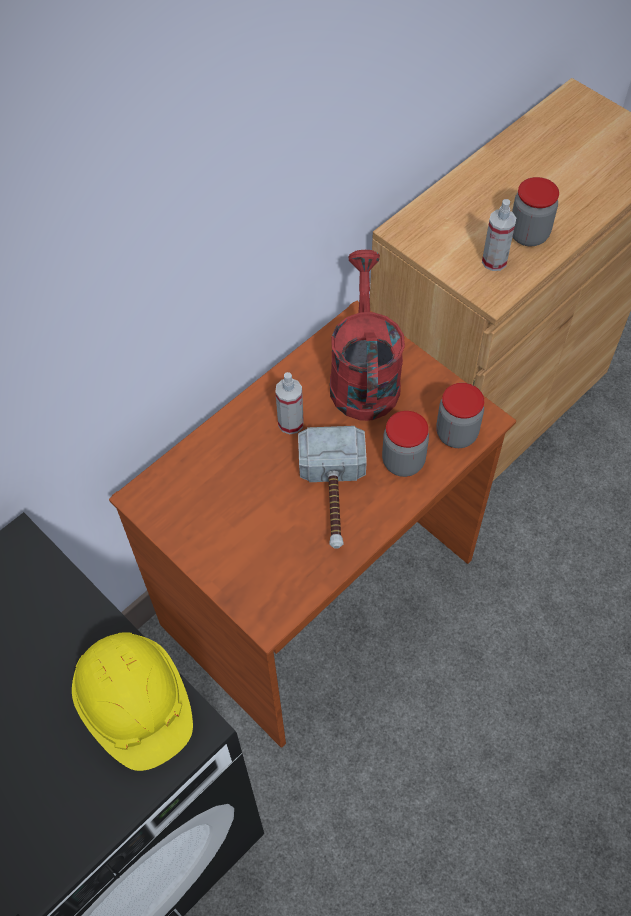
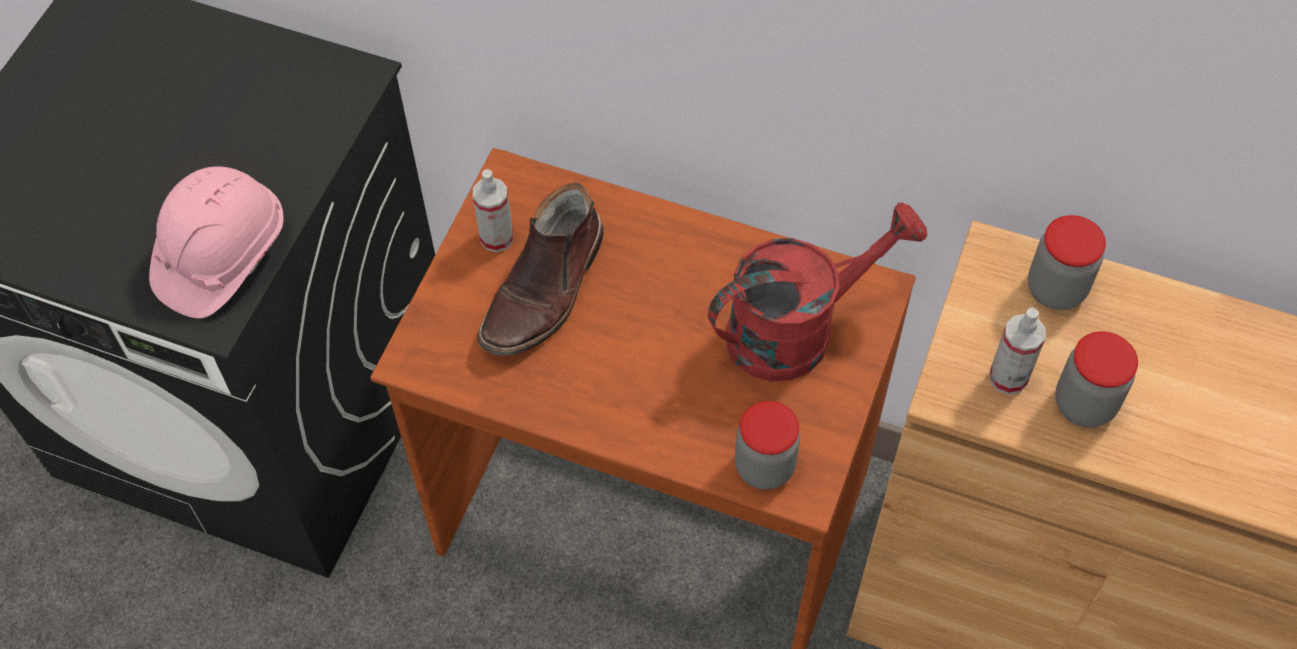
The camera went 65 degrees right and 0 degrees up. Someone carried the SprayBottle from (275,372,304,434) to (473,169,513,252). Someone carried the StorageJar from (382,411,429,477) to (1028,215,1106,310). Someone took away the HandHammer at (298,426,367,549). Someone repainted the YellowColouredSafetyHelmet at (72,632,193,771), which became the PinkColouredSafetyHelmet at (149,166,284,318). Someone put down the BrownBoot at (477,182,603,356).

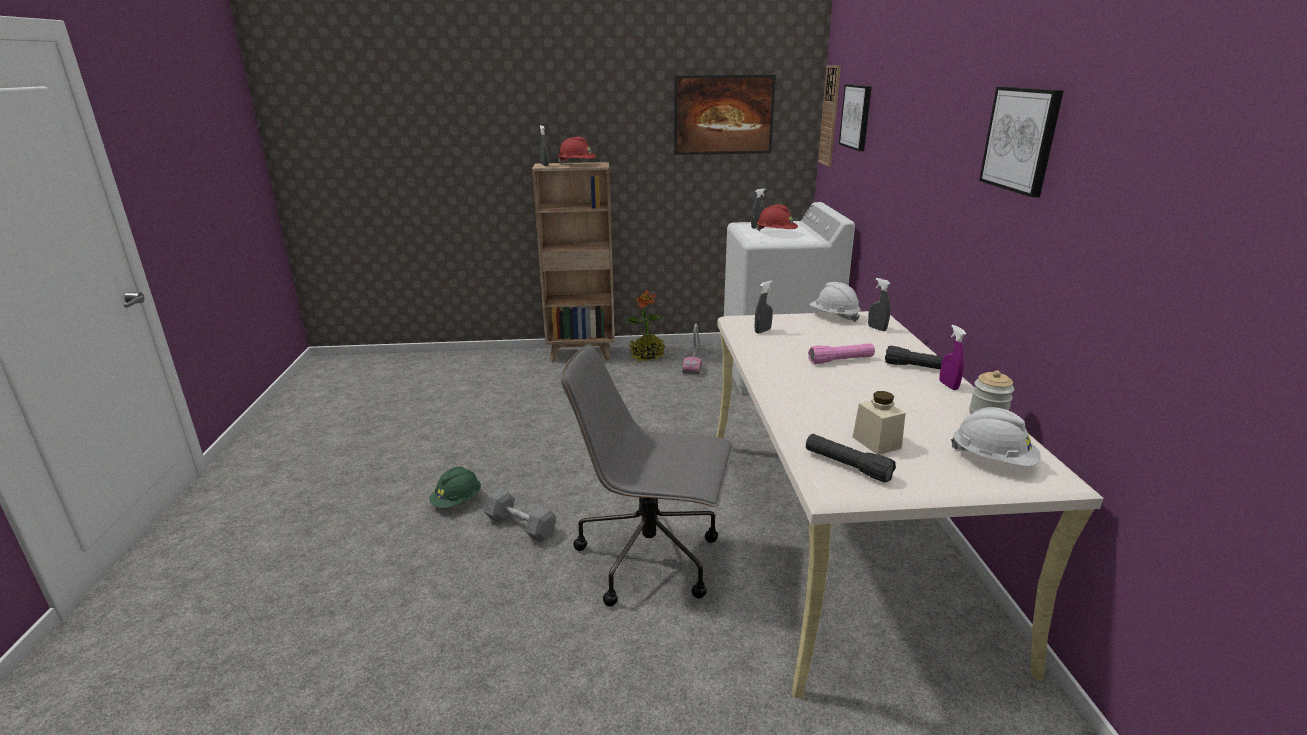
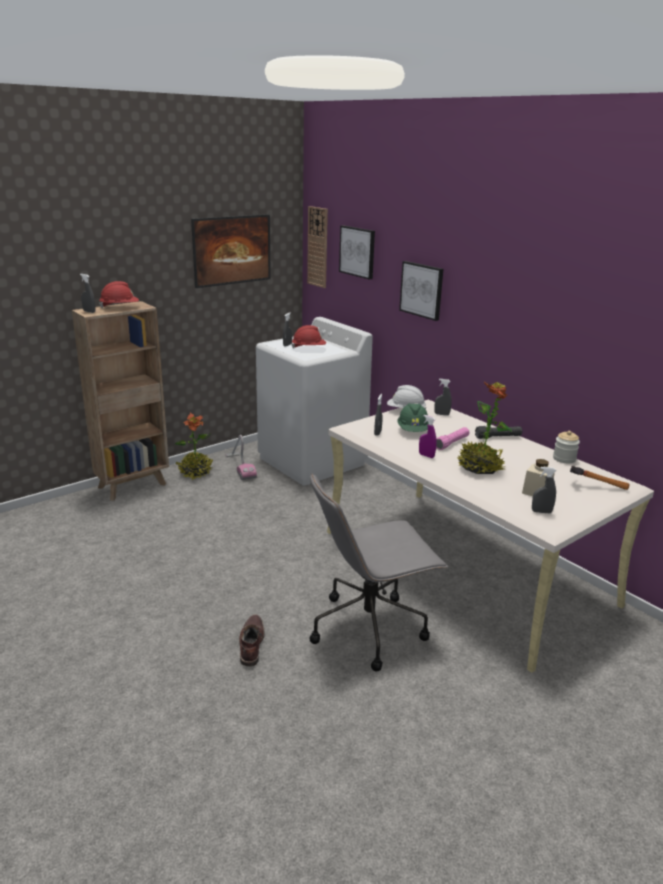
The camera went 35 degrees left and 0 degrees up. Someone carried the WallPicture from (979,87,1063,197) to (399,261,443,321). Someone carried the PurpleColouredSprayBottle from (940,325,966,390) to (419,415,437,458). Someone swapped the WhitishSafetyHelmet at (951,407,1041,467) for the HandHammer at (570,466,630,490). Someone swapped the BlackHandTorch at (806,434,896,483) for the GraySprayBottle at (532,467,556,513). Someone carried the GreenColouredSafetyHelmet from (429,467,481,508) to (397,403,429,432). Someone swapped the GrayHandWeight at (484,488,557,542) for the BrownBoot at (239,615,265,666). Someone put down the Houseplant at (457,382,512,474).

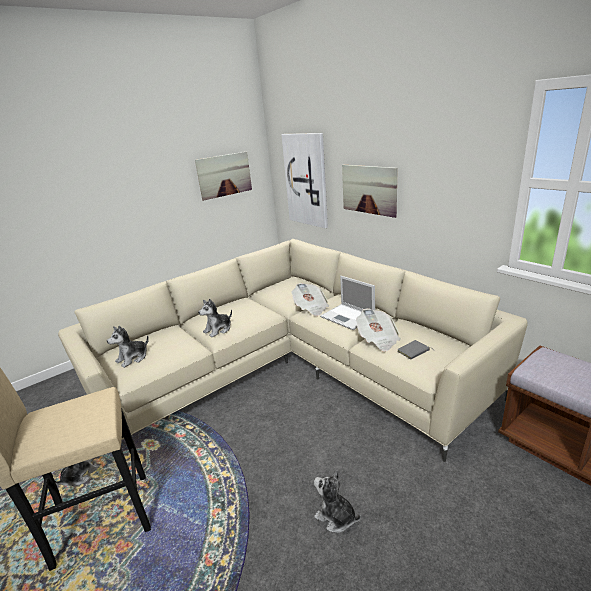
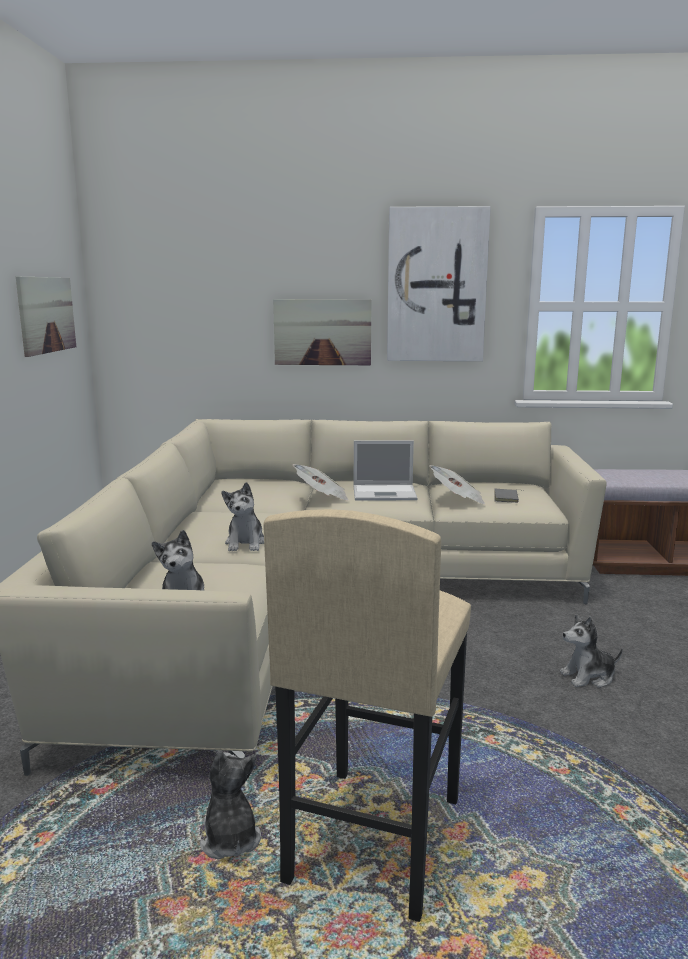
The camera went 50 degrees left and 10 degrees down. Someone carried the WallPicture from (281,133,328,228) to (387,206,491,361).

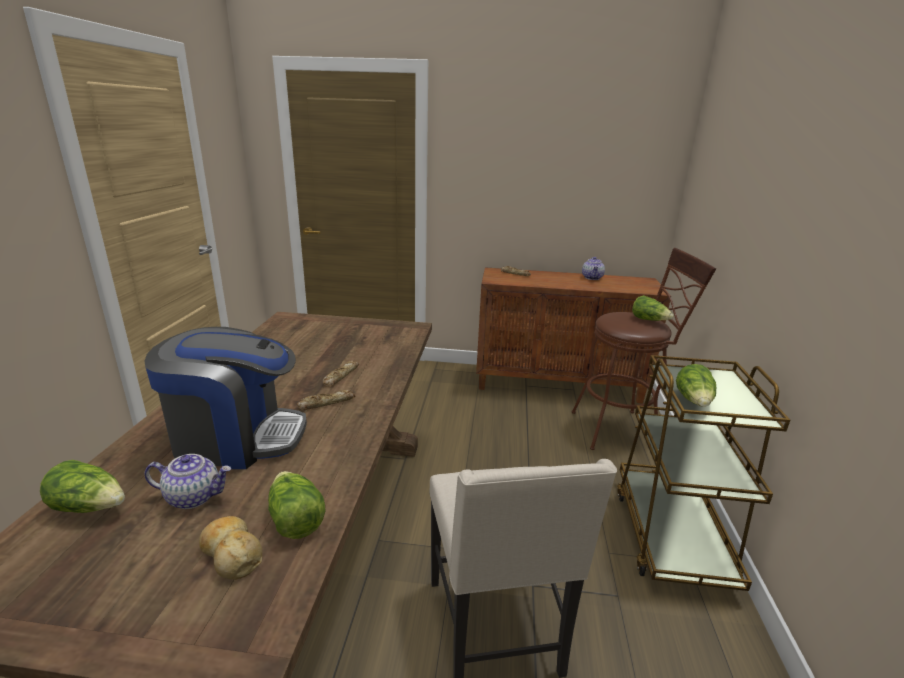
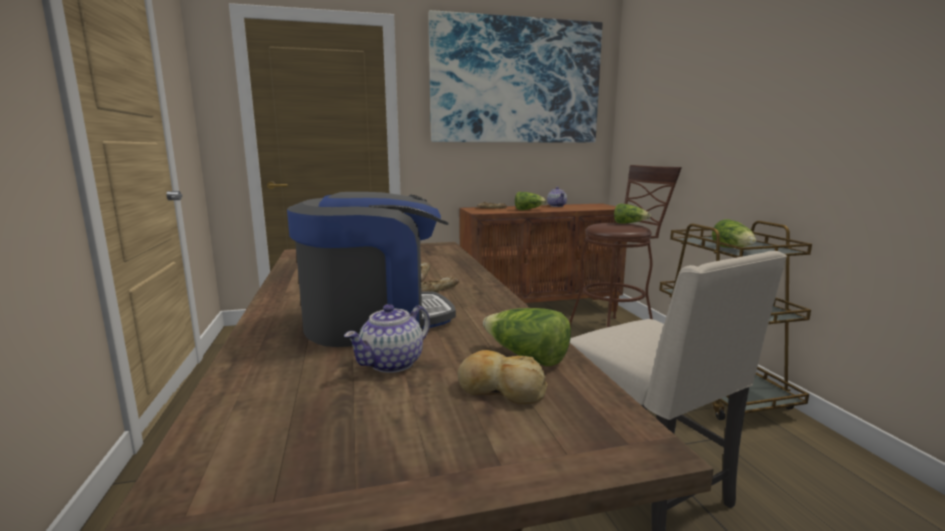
The camera went 20 degrees left and 10 degrees down. Someone rotated the TeaPot at (145,454,232,509) by 150 degrees clockwise. Someone carried the LettuceHead from (40,460,125,513) to (515,192,547,210). Someone put up the WallPicture at (429,10,603,143).

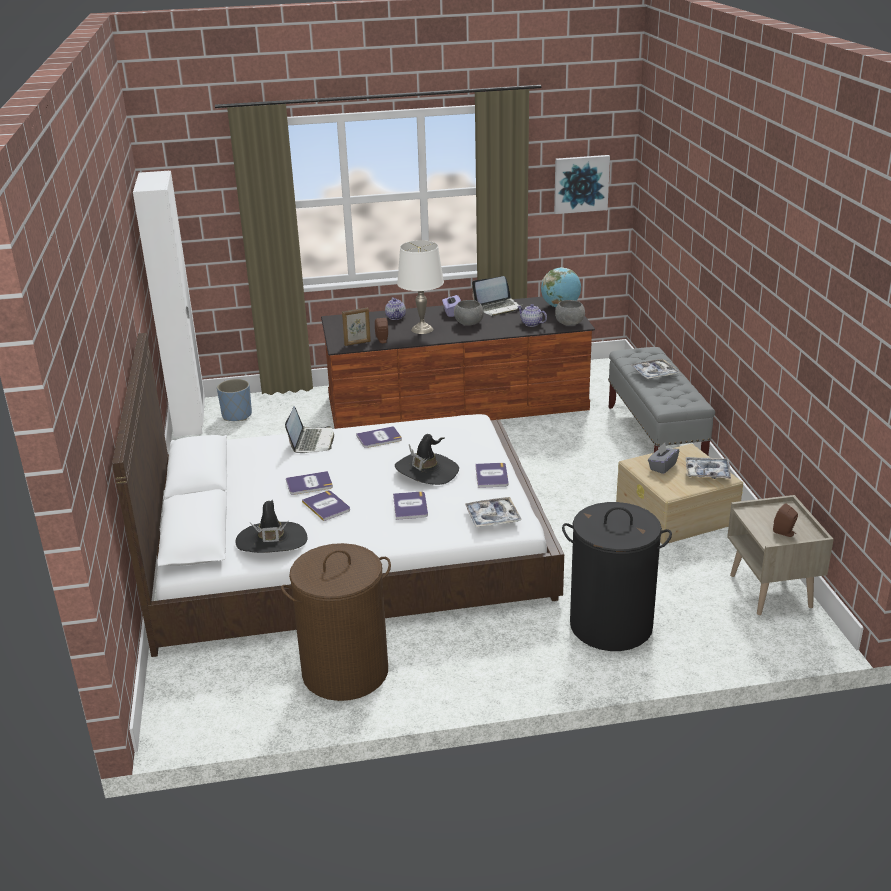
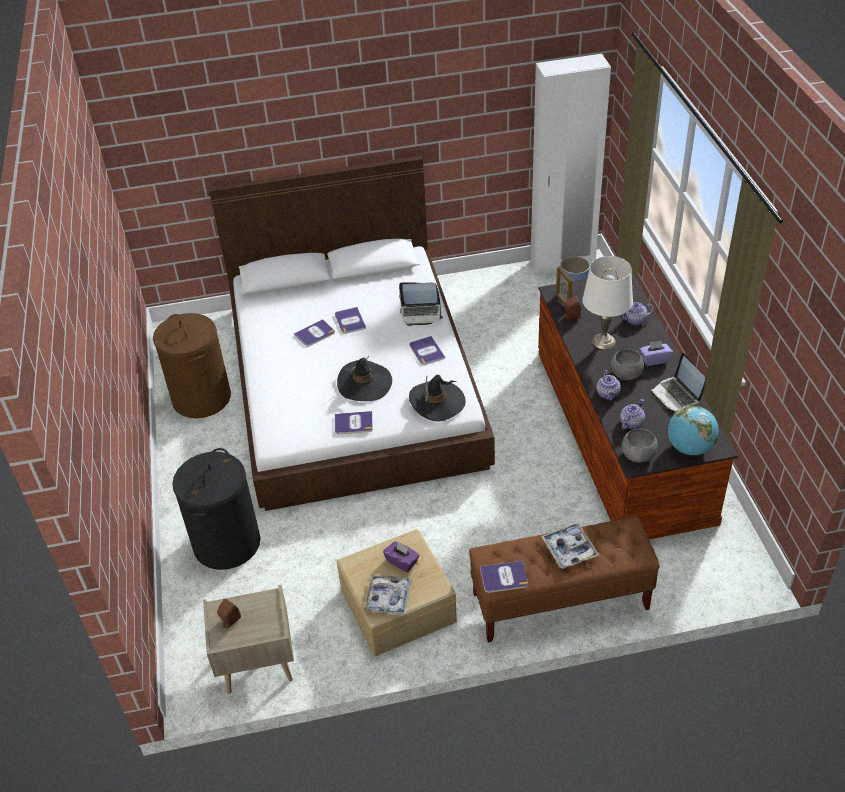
The camera went 90 degrees right and 15 degrees up. Someone took away the WallPicture at (554,155,610,214). Someone repainted the GrayLongSeat at (608,347,715,455), which became the BrownLongSeat at (469,516,659,643). Someone repainted the GrayTissueHolder at (648,443,679,474), which became the PurpleColouredTissueHolder at (383,541,419,572). Someone carried the Volume from (393,491,428,520) to (480,561,528,593). Someone took away the CarryingTray at (465,497,522,527). Someone carried the BlackClothingHat from (236,500,307,553) to (409,375,466,422). Someone put down the TeaPot at (596,370,621,400).

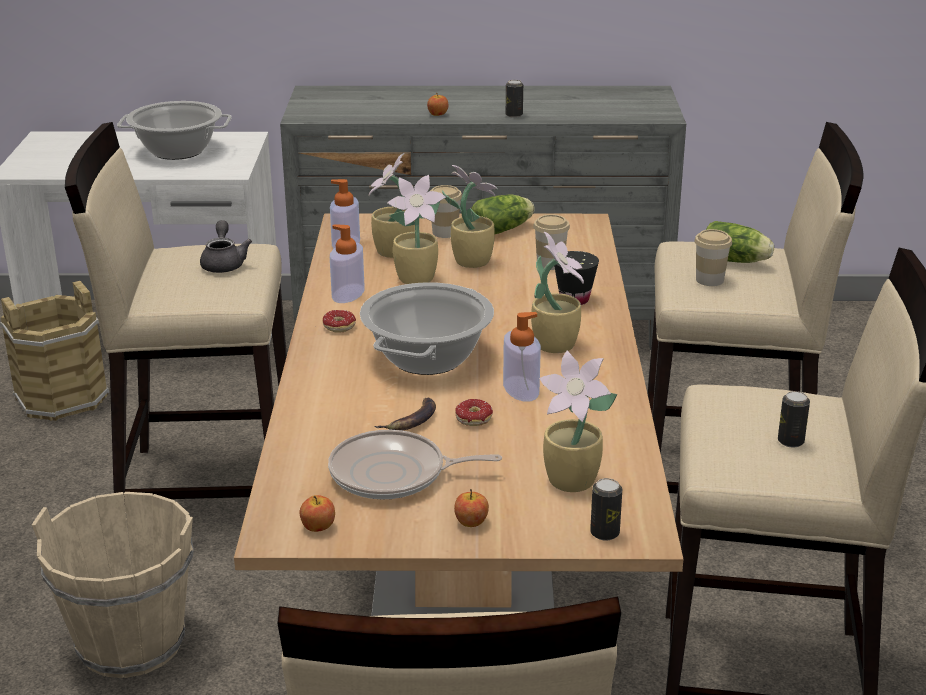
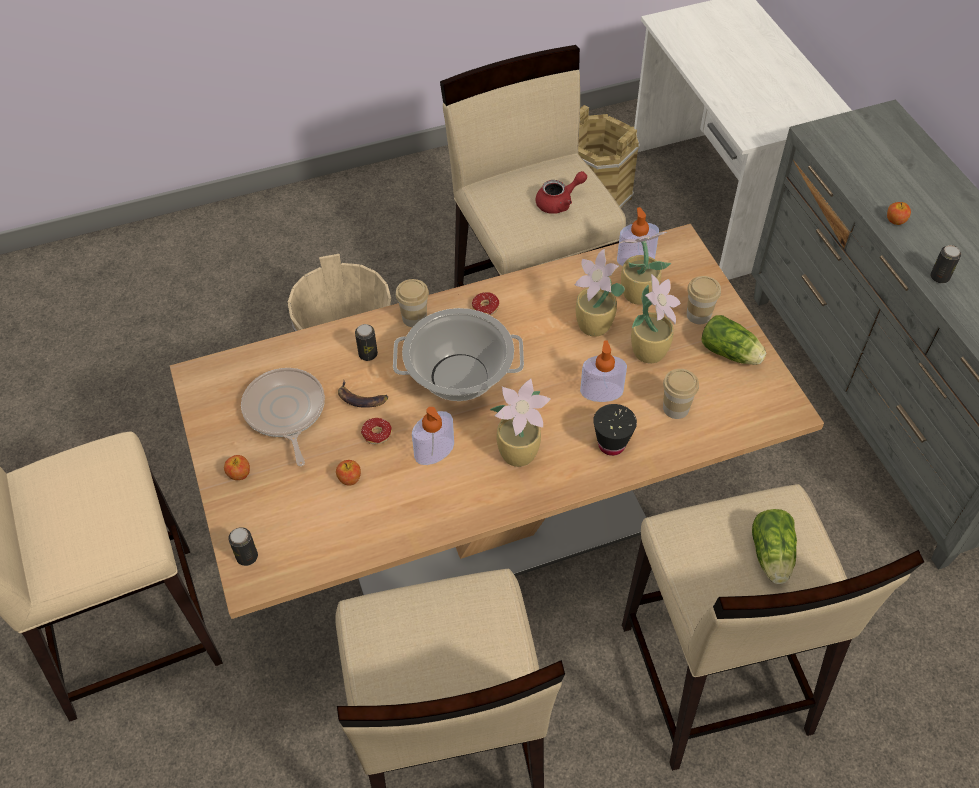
The camera went 70 degrees right and 25 degrees up. Someone took away the Stockpot at (117,101,232,160). Someone repainted the GrayTeaPot at (200,220,252,273), which became the RedTeaPot at (536,171,587,214). Someone carried the SoapBottle from (330,224,365,303) to (580,340,627,402). Someone carried the SmallCup from (694,229,732,286) to (395,279,429,327). Someone took away the Houseplant at (539,351,617,492). Someone carried the MetalCan from (778,391,810,447) to (355,324,378,361). Someone carried the Apple from (300,495,335,532) to (336,460,361,486).

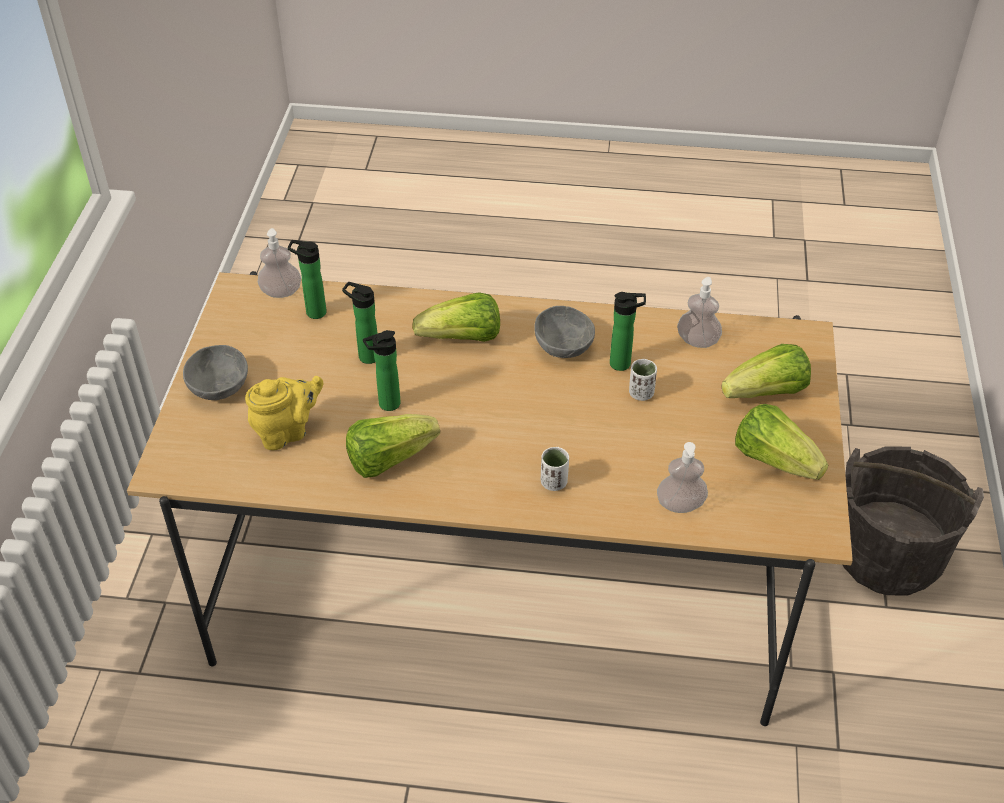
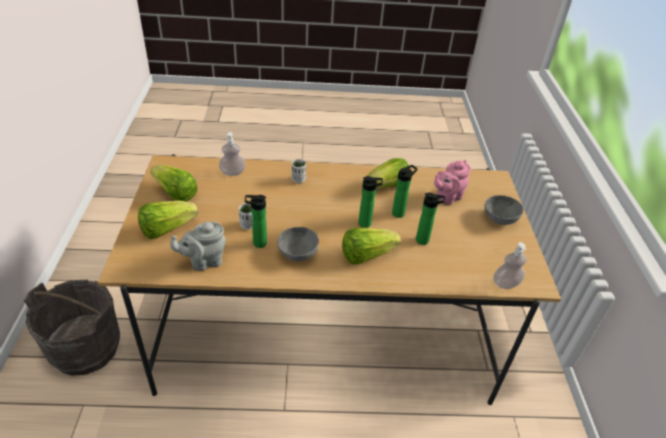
The camera went 170 degrees right and 5 degrees down. Someone carried the Bottle from (288,240,327,319) to (358,176,383,228). Someone swapped the SoapBottle at (677,277,722,348) for the GrayTeaPot at (170,222,226,271). Someone repainted the YellowColouredTeaPot at (245,376,323,450), which became the PinkColouredTeaPot at (434,160,471,205).

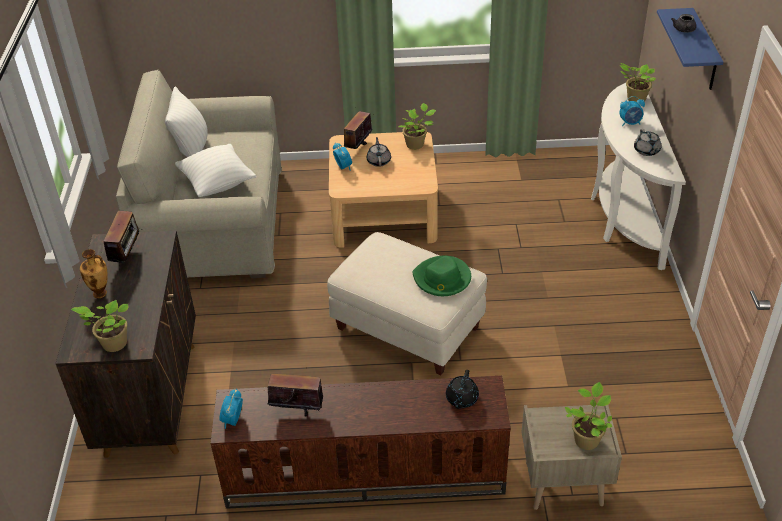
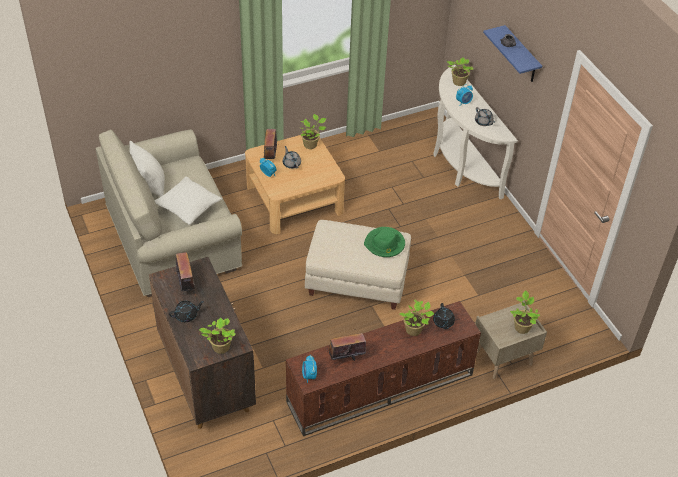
The camera went 25 degrees left and 5 degrees up. Someone swapped the DecorativeVase at (80,249,108,298) for the BlackTeaPot at (169,301,204,322). Someone put down the Houseplant at (399,299,434,336).

